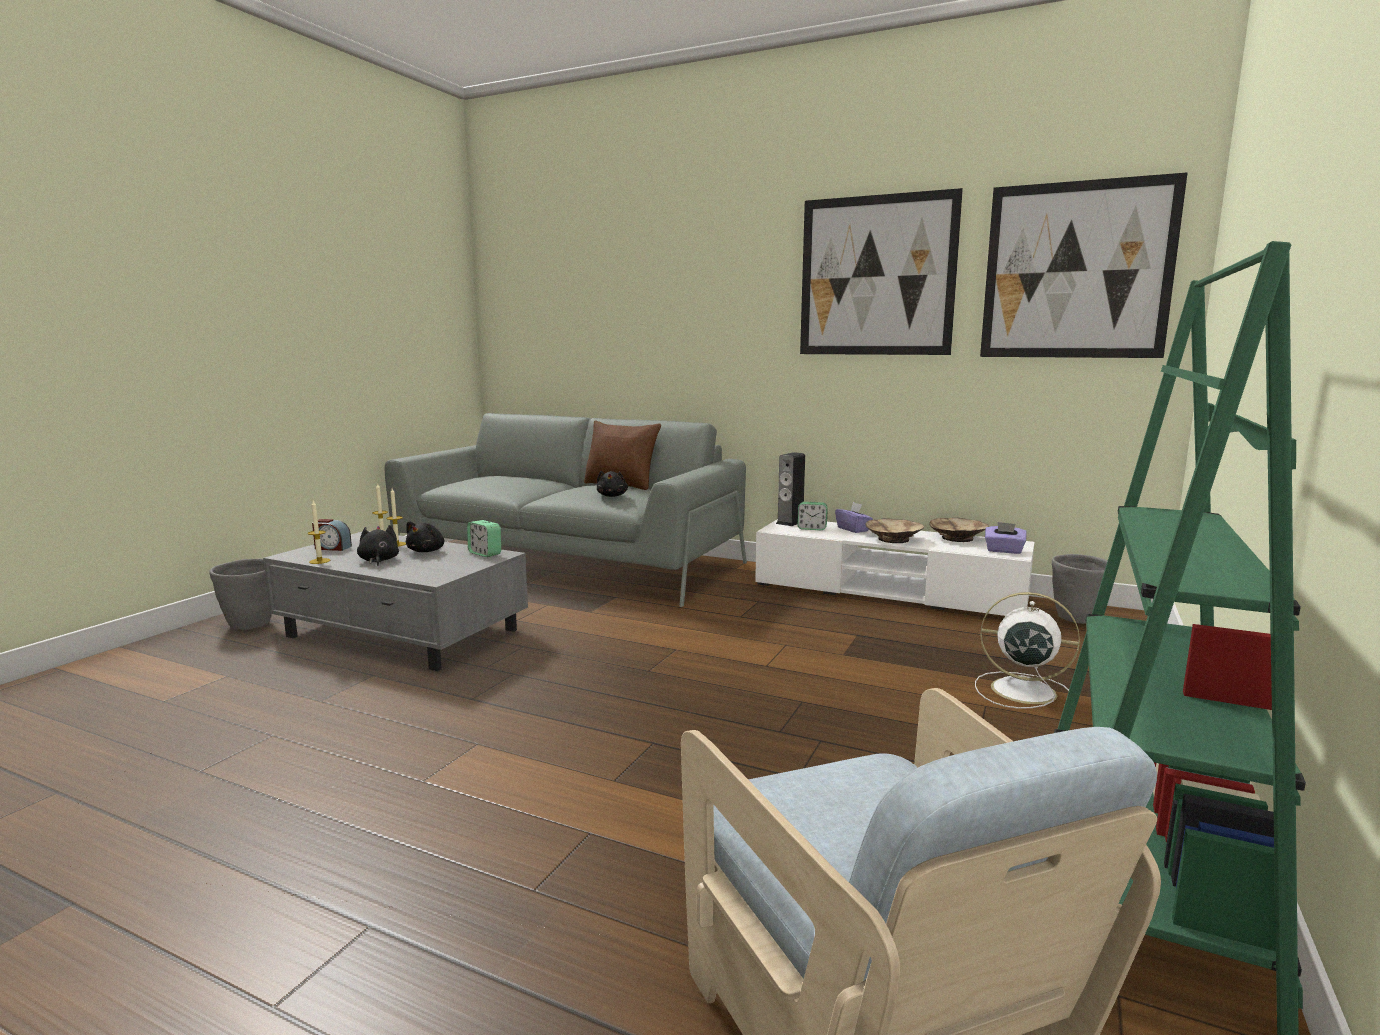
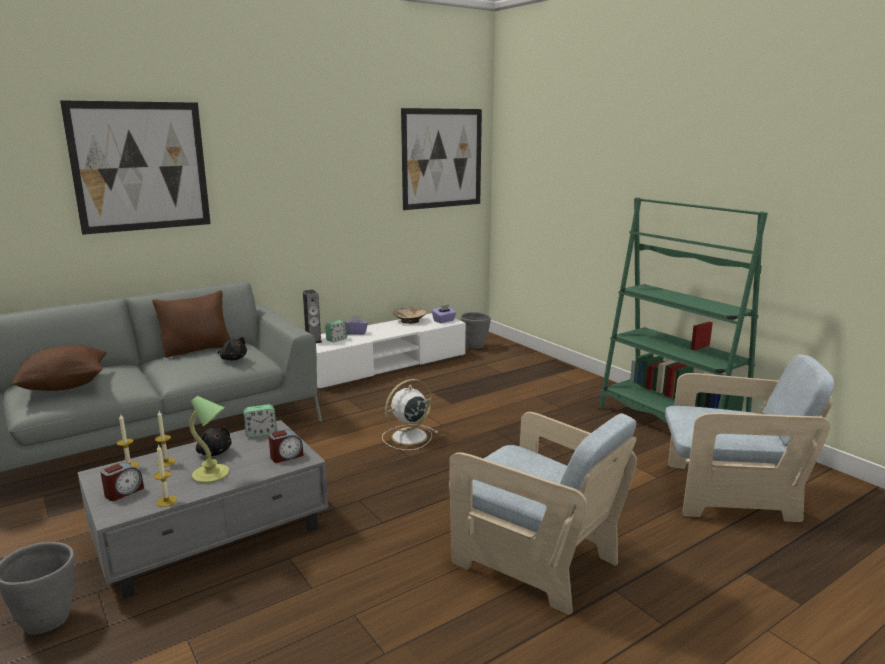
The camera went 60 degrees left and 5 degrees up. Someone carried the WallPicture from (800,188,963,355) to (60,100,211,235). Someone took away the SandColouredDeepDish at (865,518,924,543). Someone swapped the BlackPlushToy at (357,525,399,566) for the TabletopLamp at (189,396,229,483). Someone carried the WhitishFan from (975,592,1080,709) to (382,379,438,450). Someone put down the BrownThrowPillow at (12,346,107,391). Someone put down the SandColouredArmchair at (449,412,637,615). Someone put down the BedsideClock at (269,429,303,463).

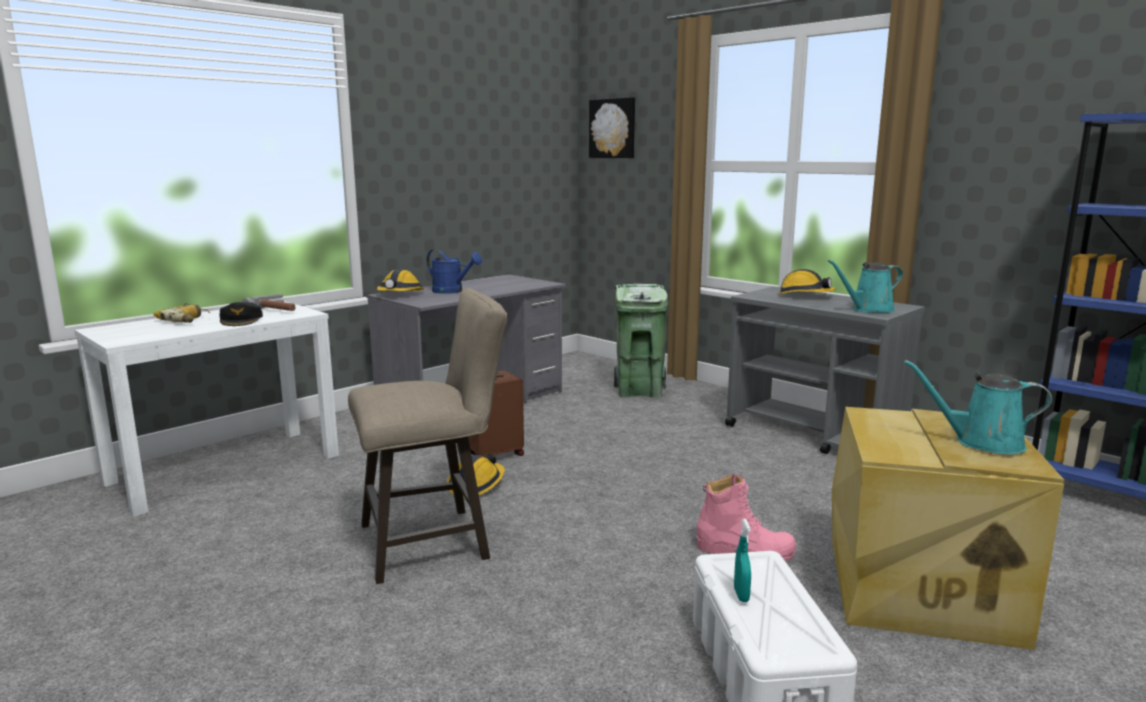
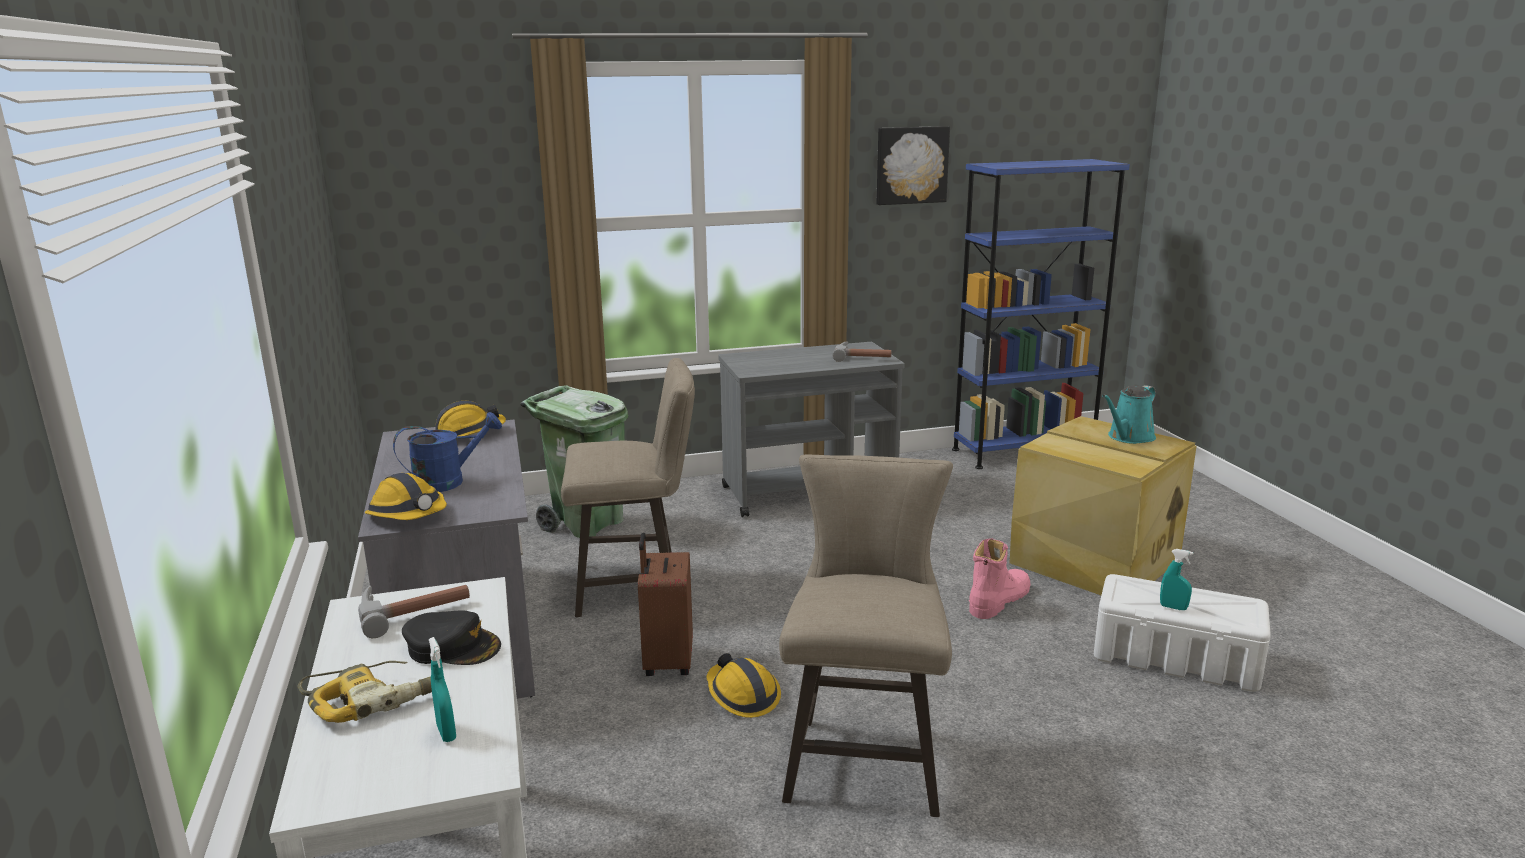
The camera went 60 degrees left and 5 degrees up. Someone carried the WallPicture from (589,97,635,158) to (876,126,950,205). Someone swapped the TurquoiseColouredWateringCan at (828,260,903,313) for the HandHammer at (833,341,892,362). Someone carried the SafetyHelmet from (778,269,836,294) to (435,401,506,436). Someone put down the SandColouredStoolSeat at (561,358,695,617). Someone put down the TurquoiseColouredSprayBottle at (429,637,456,742).

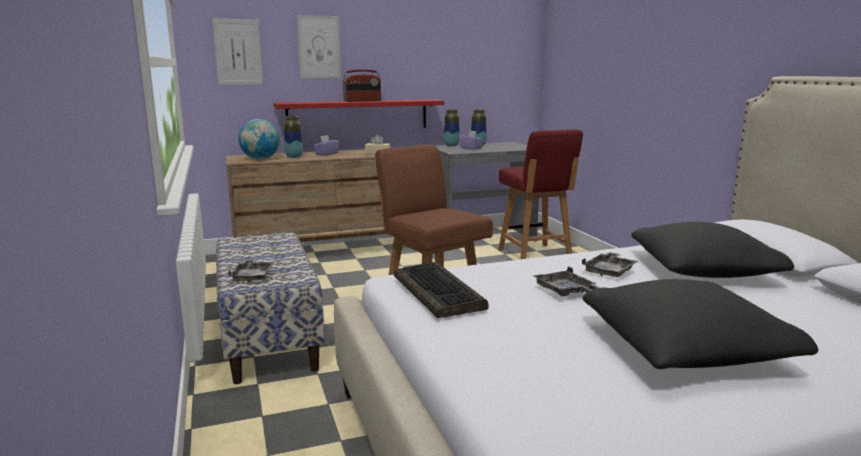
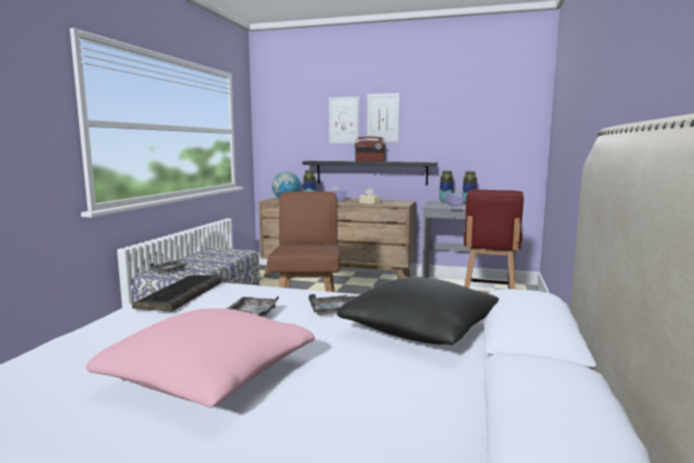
The camera went 35 degrees right and 5 degrees down. Someone carried the WallPicture from (213,19,263,85) to (367,93,400,142). Someone repainted the RedWallShelf at (273,99,444,128), which became the BlackWallShelf at (303,161,438,186). Someone repainted the BlackThrowPillow at (583,279,818,369), which became the PinkColouredThrowPillow at (86,308,315,408).

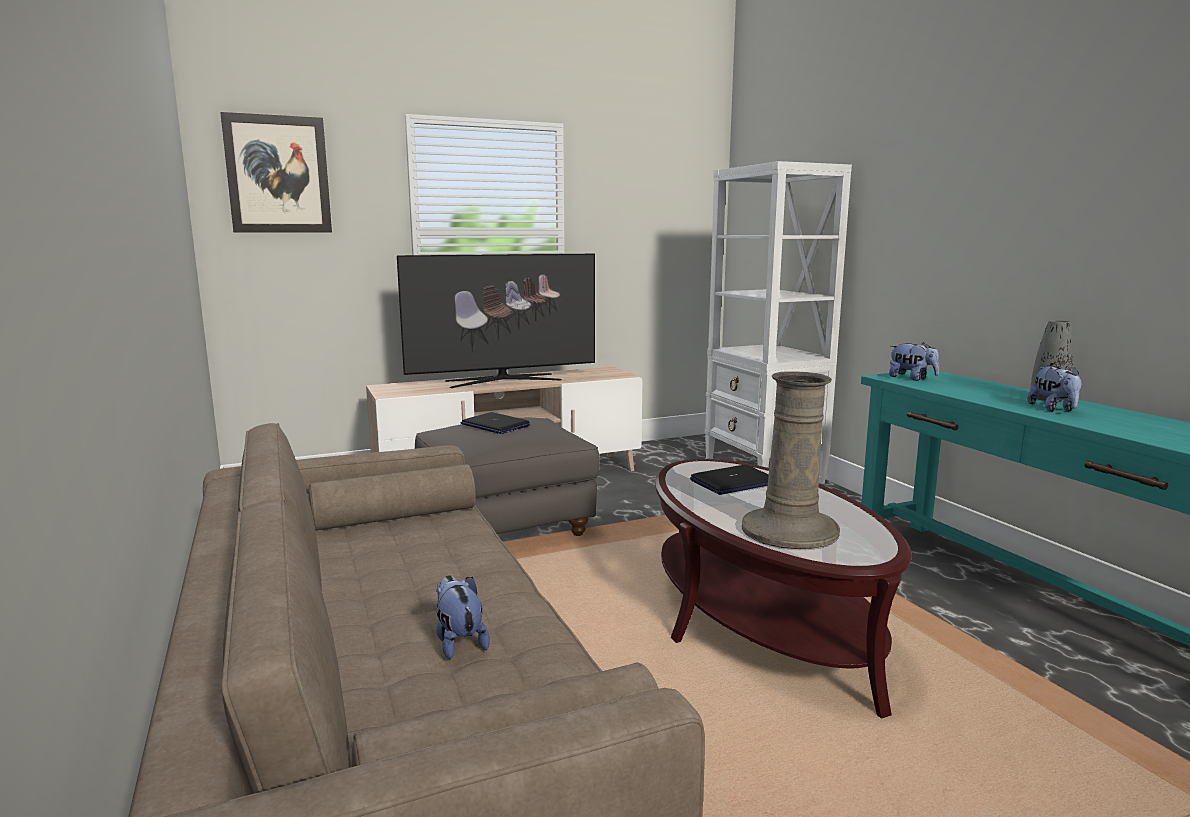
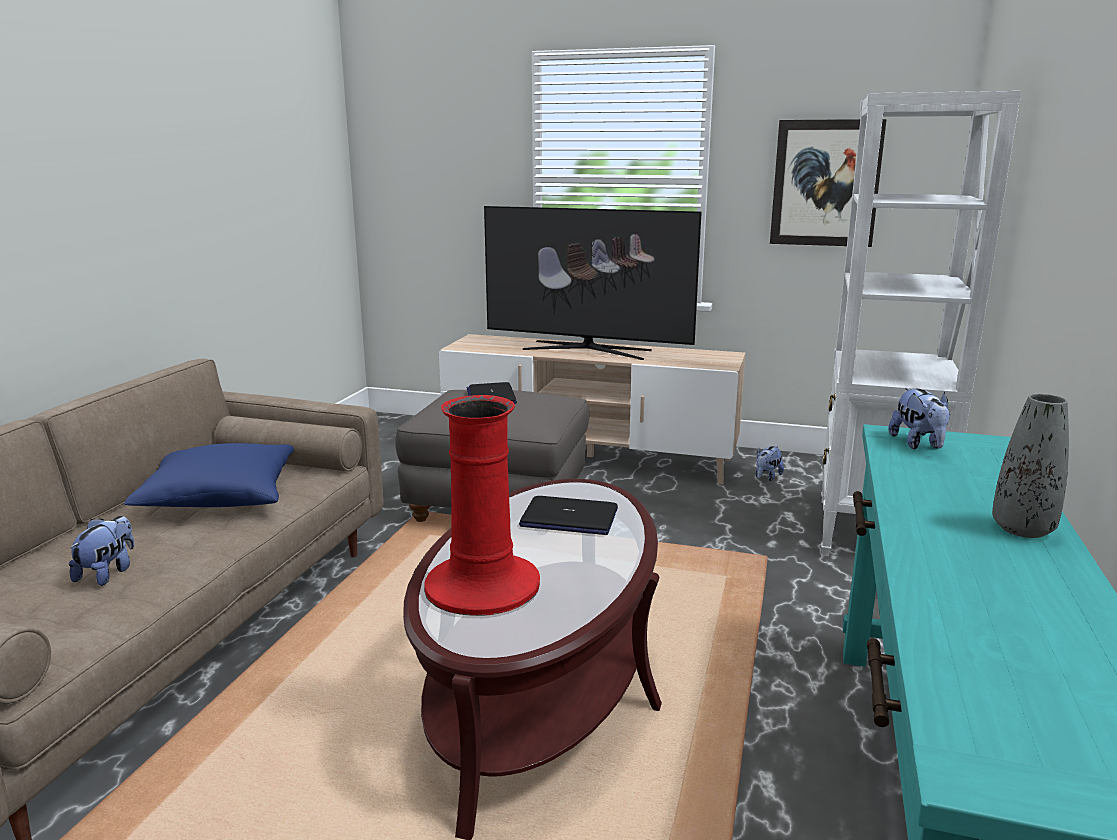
The camera went 40 degrees right and 5 degrees up. Someone carried the WallPicture from (220,112,332,233) to (770,119,887,247). Someone carried the PlushToy from (1027,366,1082,412) to (756,446,784,481). Someone repainted the SandColouredDecorativeVase at (742,371,840,549), which became the RedDecorativeVase at (424,395,540,616). Someone put down the BlueColouredThrowPillow at (124,443,294,507).

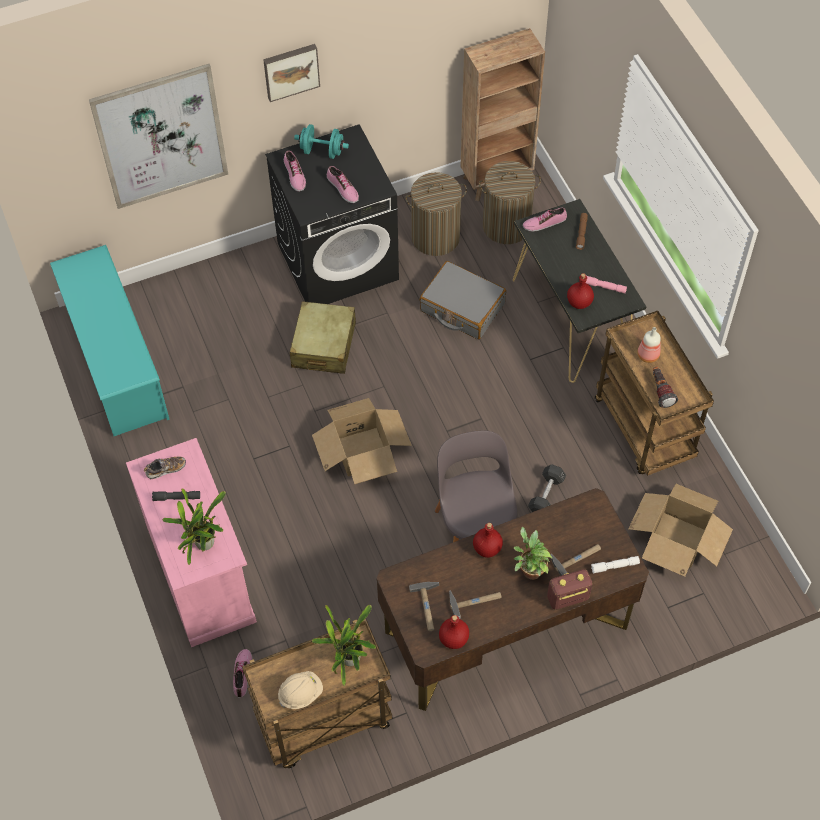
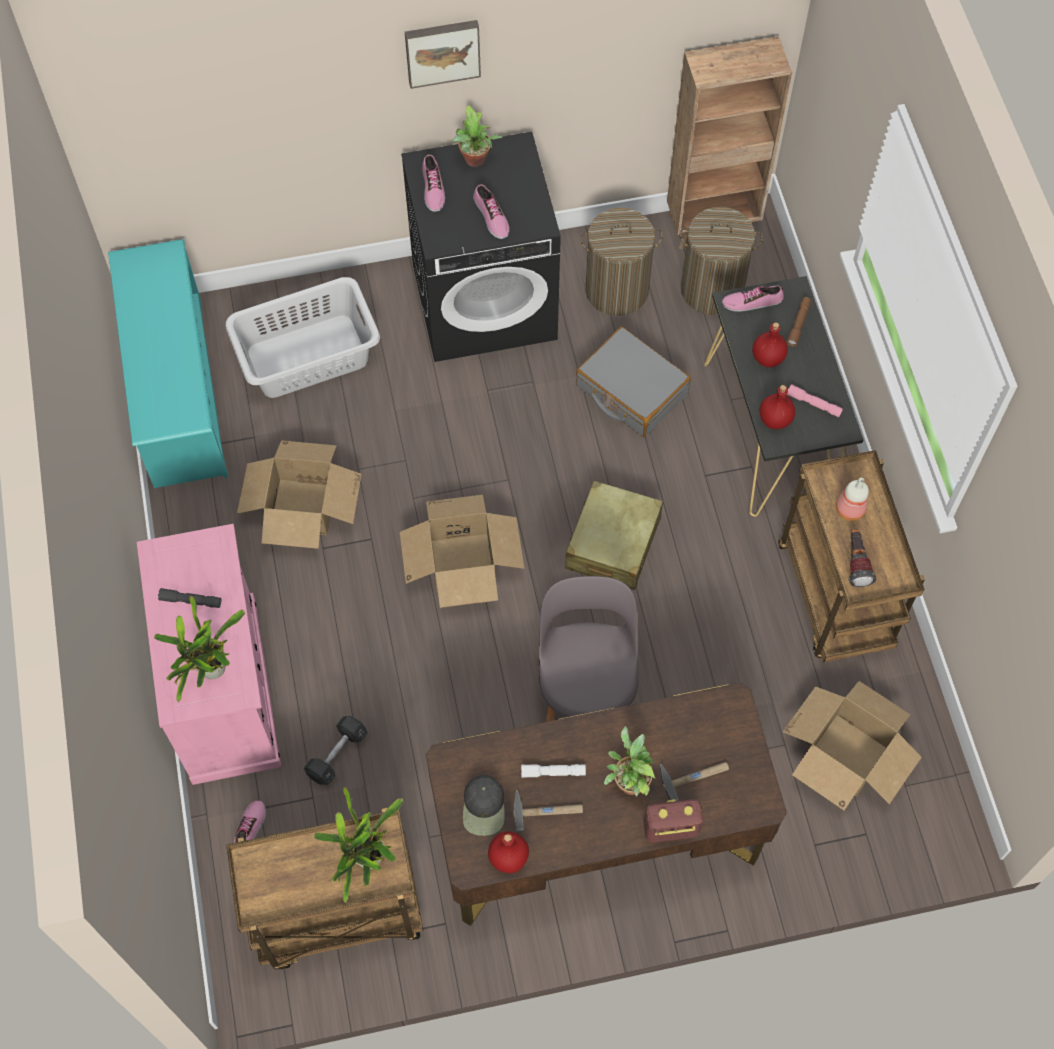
The camera went 10 degrees right and 5 degrees up. Someone took away the WallPicture at (89,64,228,209). Someone swapped the TurquoiseColouredHandWeight at (294,124,349,159) for the Houseplant at (452,105,502,167). Someone carried the SandColouredTravelCase from (289,301,356,374) to (565,481,663,590). Someone took away the LowShoe at (144,456,186,479). Someone carried the BlackHandWeight from (528,465,566,512) to (304,716,368,785). Someone carried the RedBottle from (473,523,503,558) to (752,322,788,367). Someone carried the WhitishHandTorch from (591,556,640,574) to (521,764,586,778). Someone swapped the HandHammer at (409,582,439,631) for the BlackCap at (463,775,505,836). Someone took away the SandColouredSafetyHelmet at (278,671,323,709). Someone put down the GrayHamper at (225,277,380,398). Someone put down the PackingBox at (237,440,361,549).

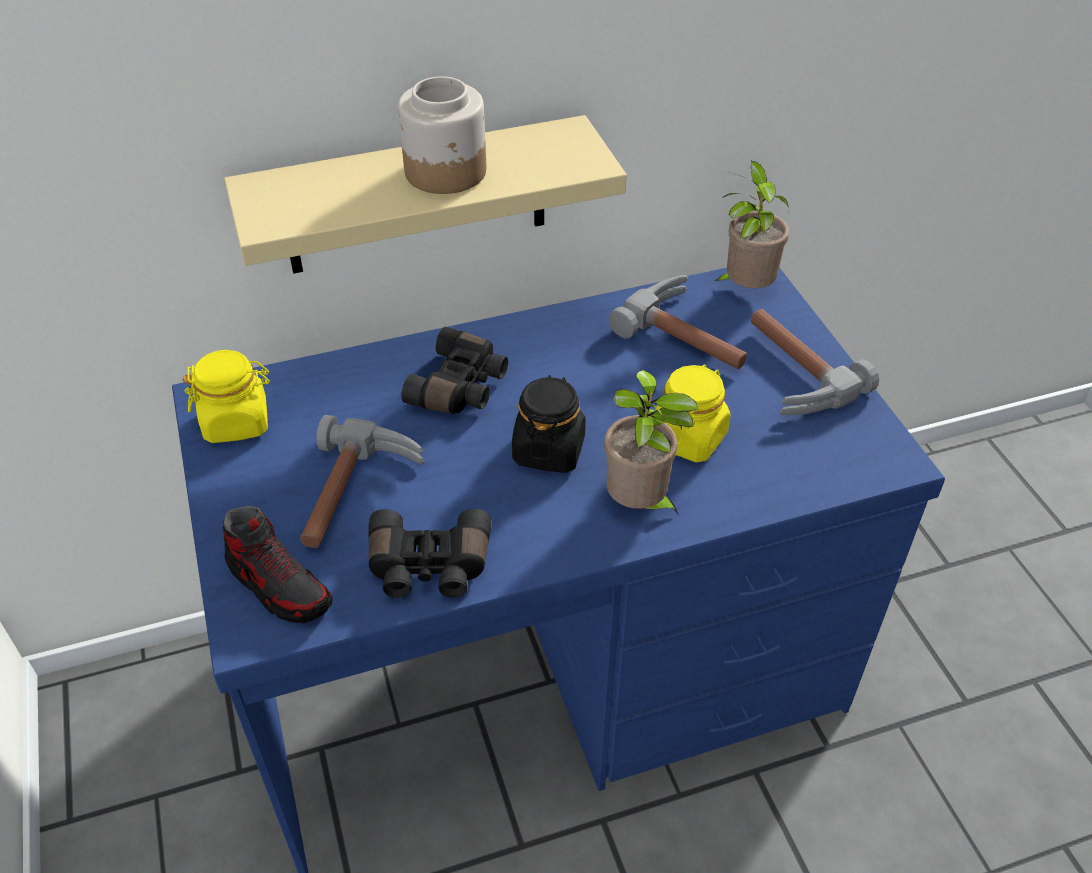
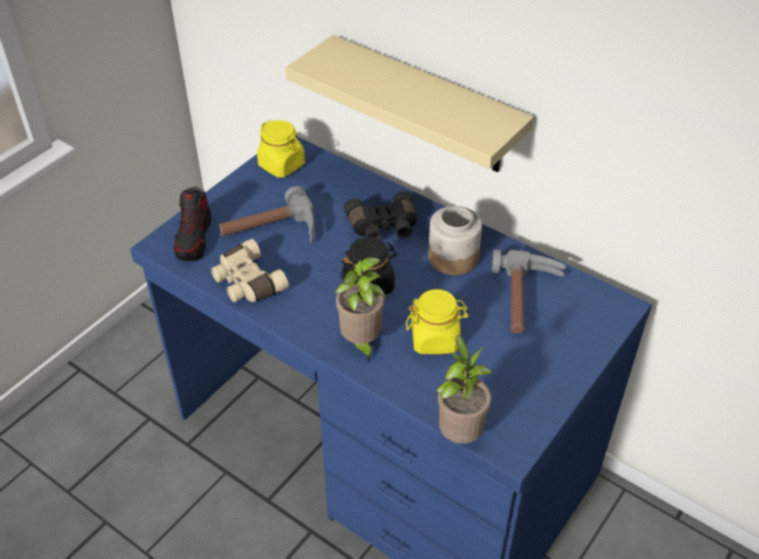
The camera went 55 degrees right and 0 degrees up. Someone carried the StorageJar from (398,76,486,194) to (428,206,482,275). Someone carried the Houseplant from (715,161,789,288) to (436,335,493,444). Someone took away the HandHammer at (751,309,879,415). Someone repainted the BlackFieldGlasses at (368,509,491,598), which became the SandColouredFieldGlasses at (211,239,289,302).

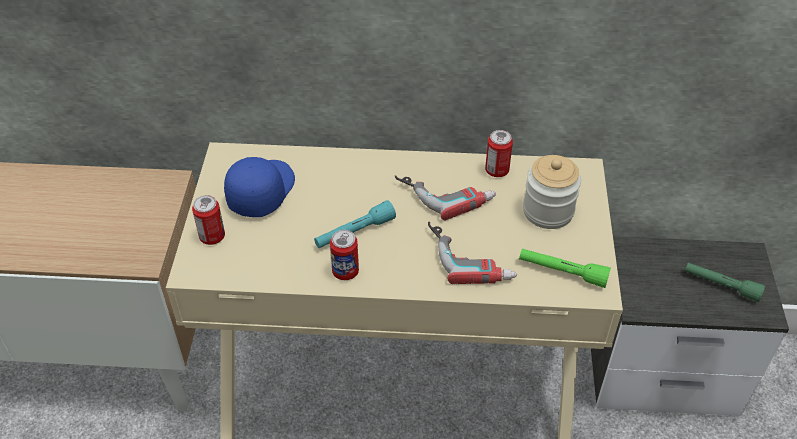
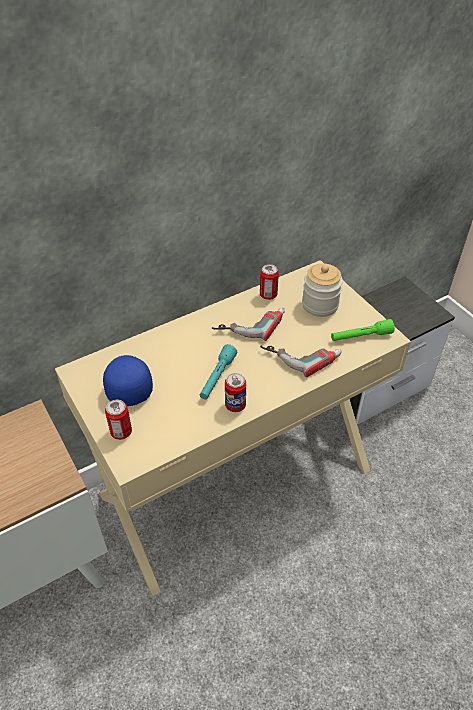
The camera went 35 degrees left and 0 degrees up. Someone took away the GreenColouredHandTorch at (685,262,765,302).

